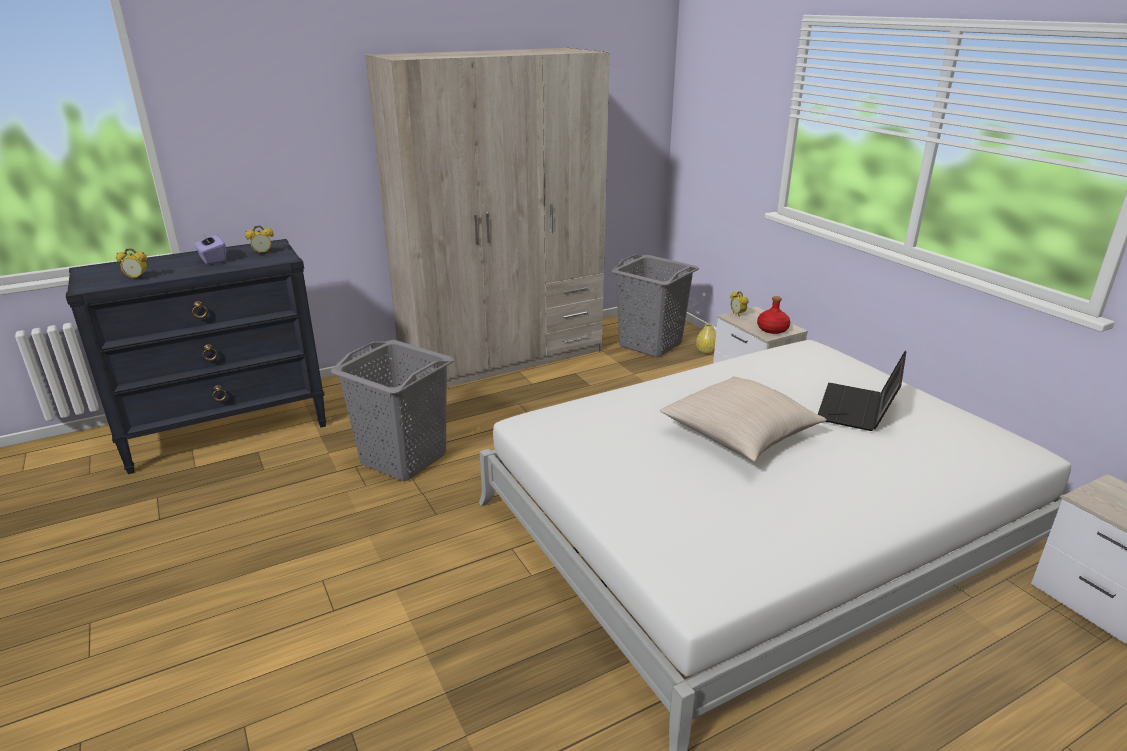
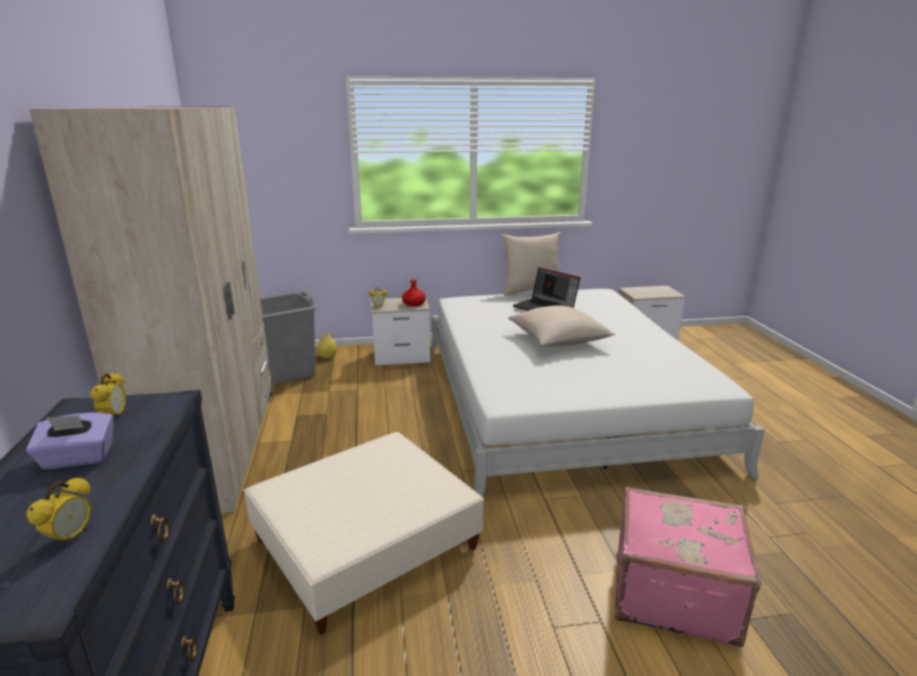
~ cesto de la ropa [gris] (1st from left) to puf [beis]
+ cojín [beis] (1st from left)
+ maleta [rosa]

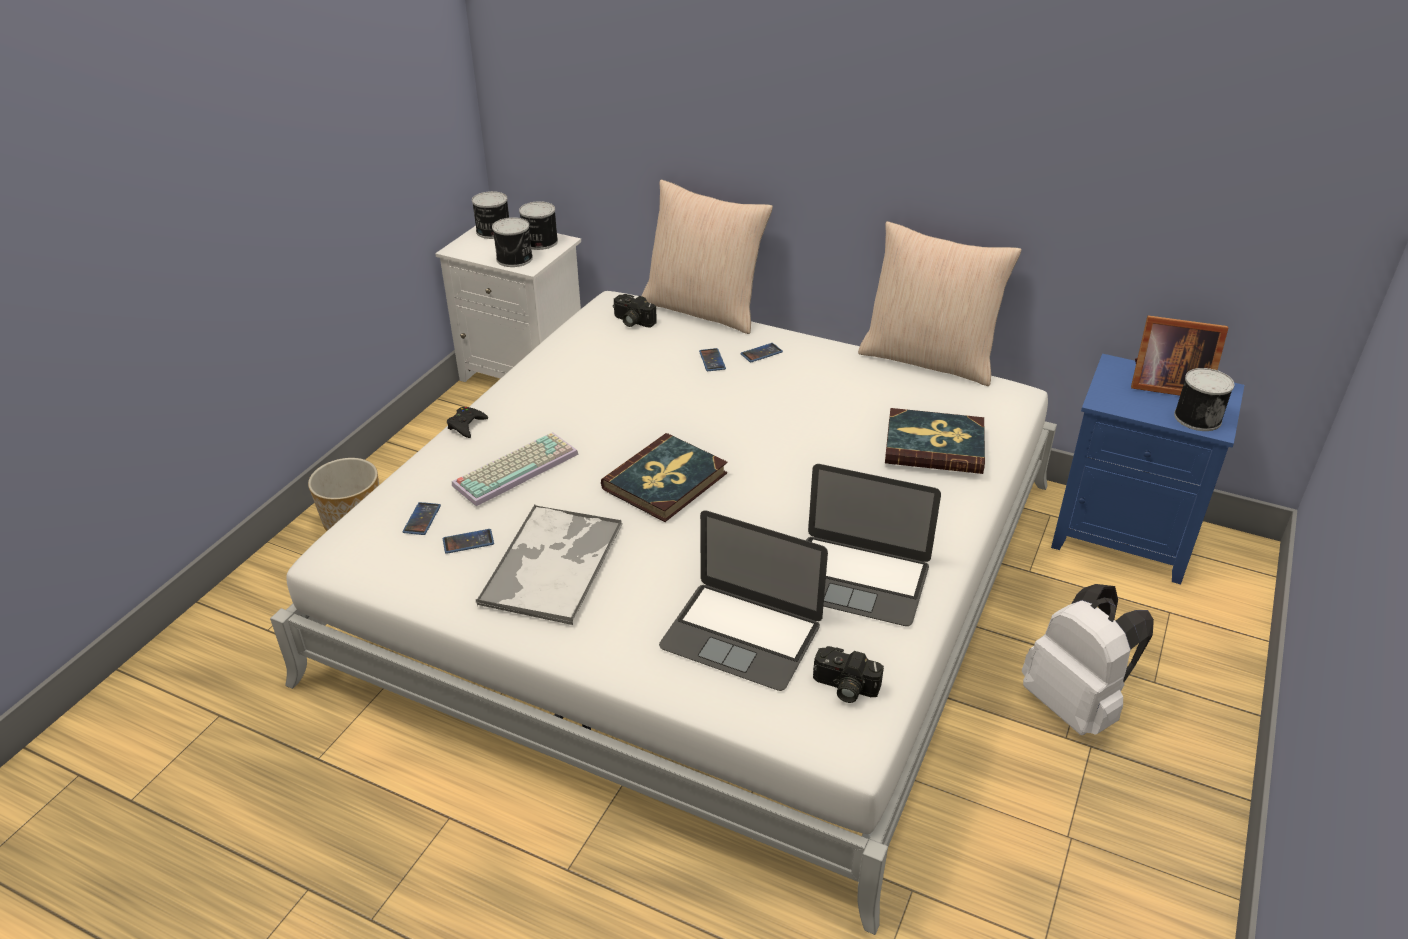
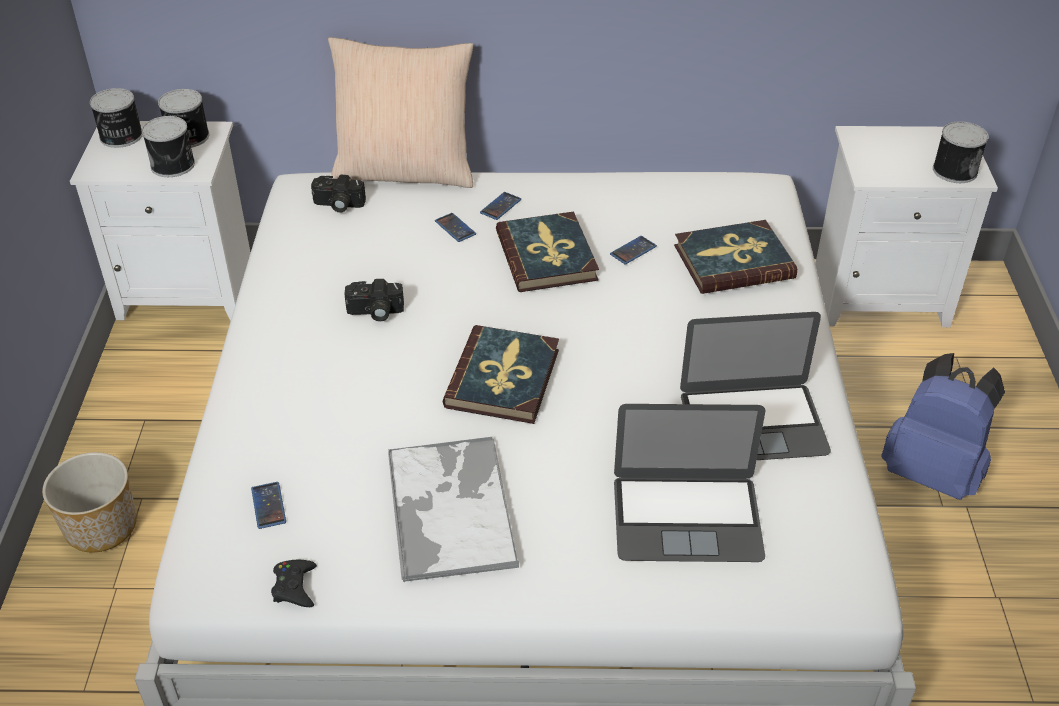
~ mando de consola [negro]
~ cámara (2nd from left)
+ libro (2nd from left)
~ móvil (2nd from left in the first image) to móvil (4th from left)
~ mesita de noche [azul] to mesita de noche [blanco] (2nd from left)
~ mochila [blanco] to mochila [azul]
- teclado
- cojín [beis] (2nd from left)
- portarretratos

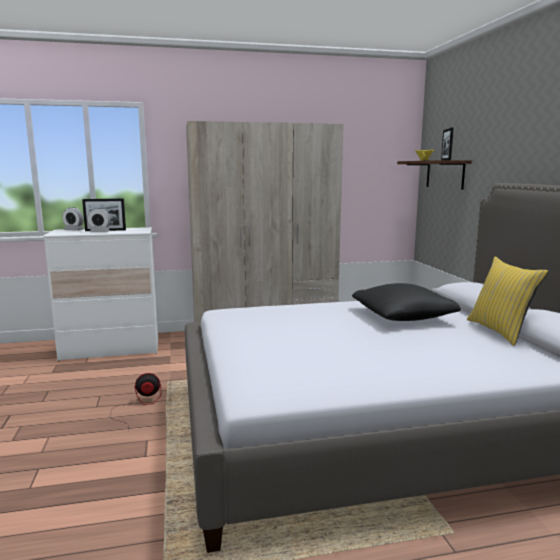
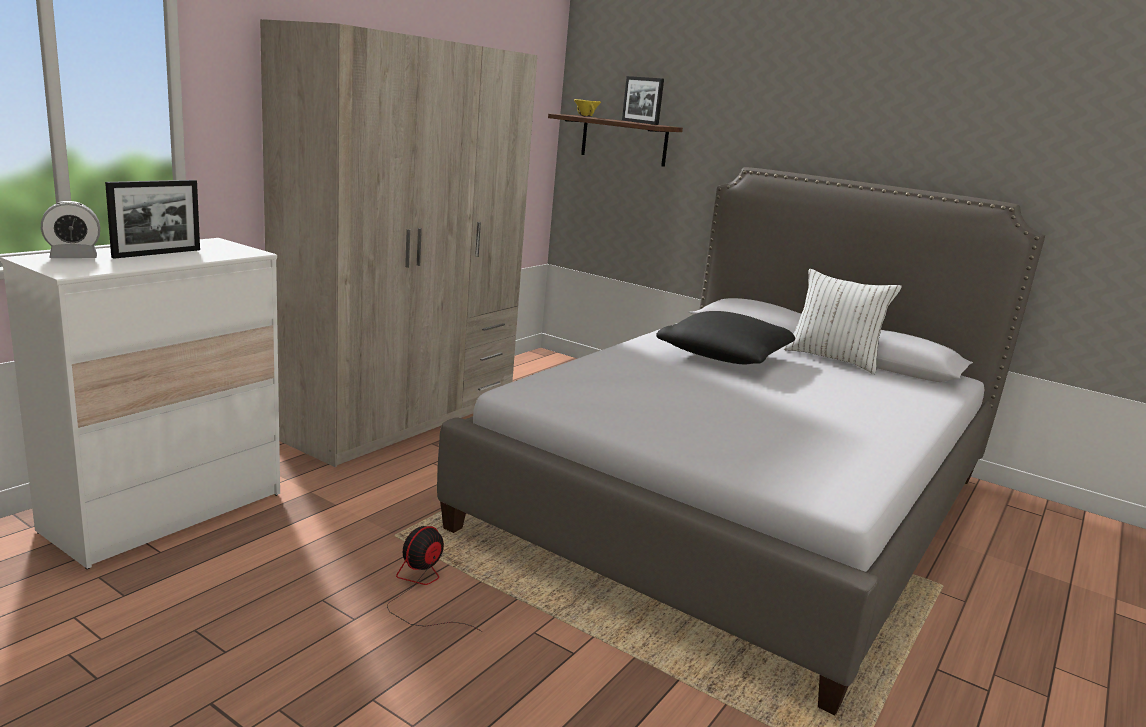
~ cojín [amarillo] to cojín [blanco]
- despertador (2nd from left)

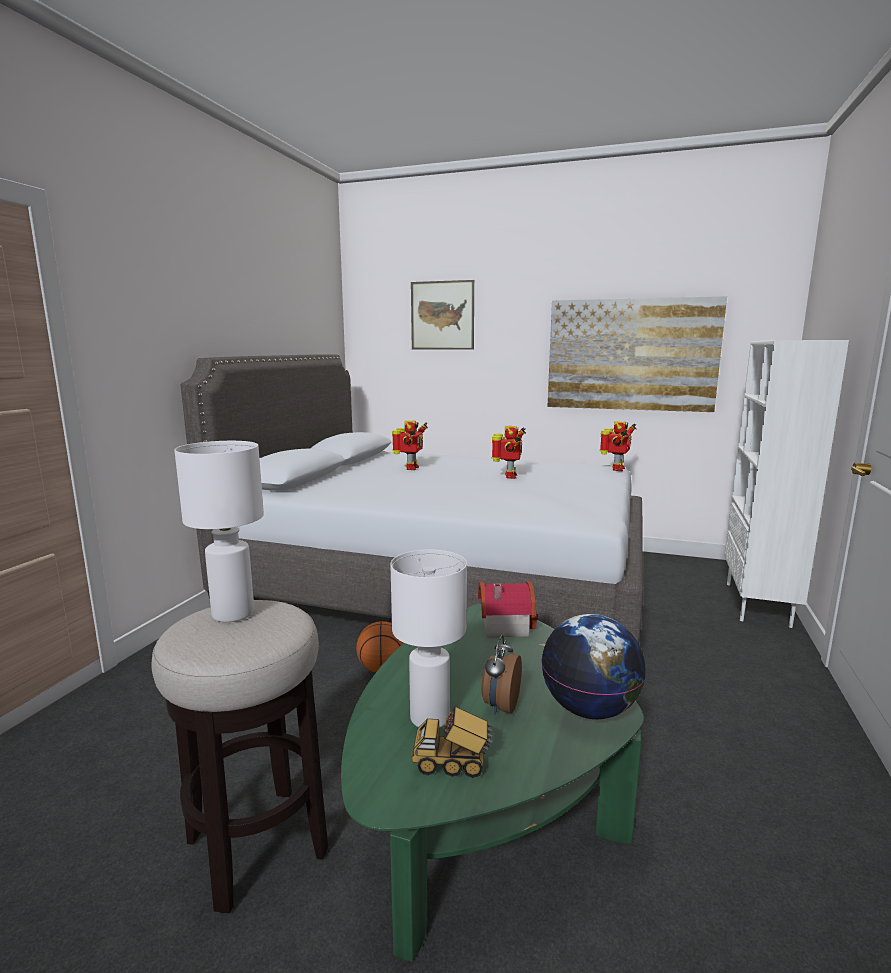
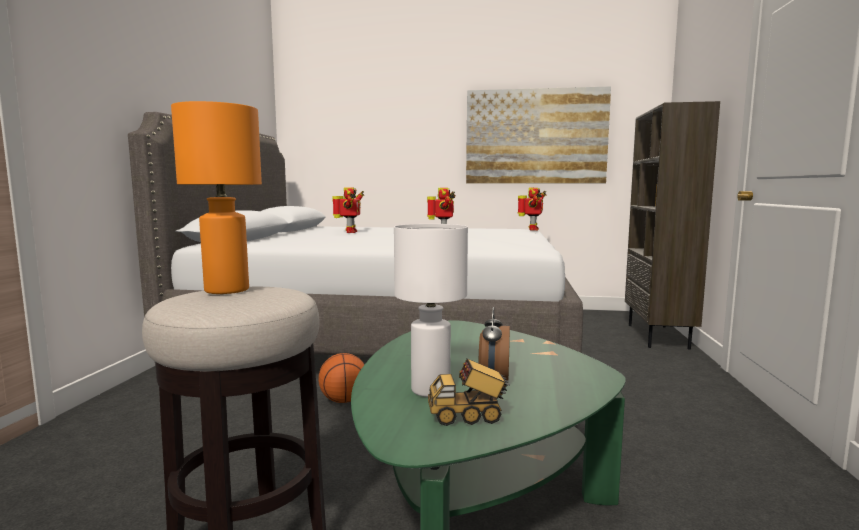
~ lámpara de mesa [blanco] (1st from left) to lámpara de mesa [naranja]
~ estantería [blanco] to estantería [marrón]
- cuadro (1st from left)
- casita
- globo terráqueo

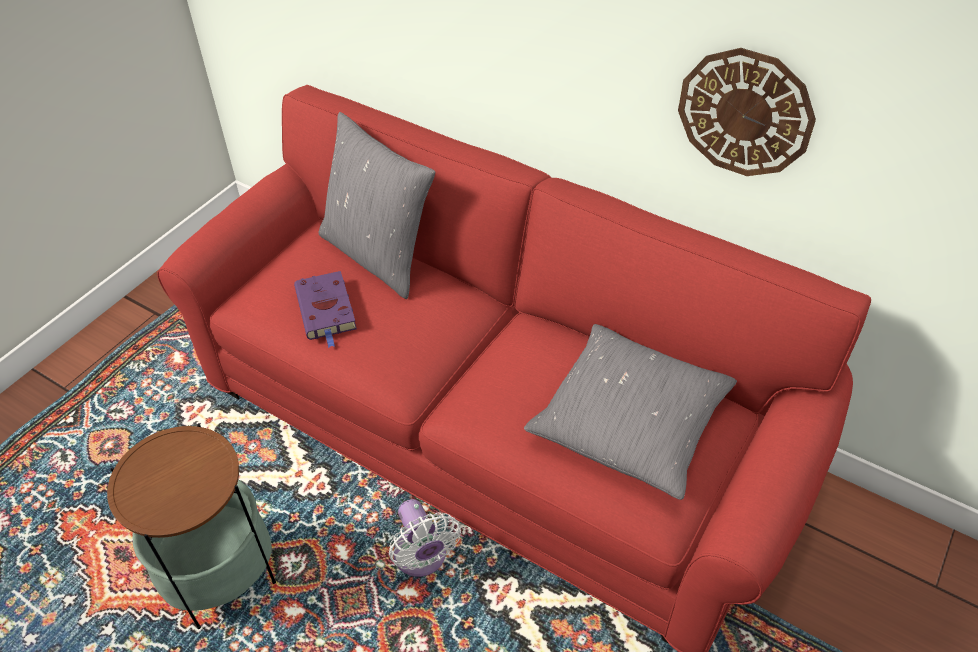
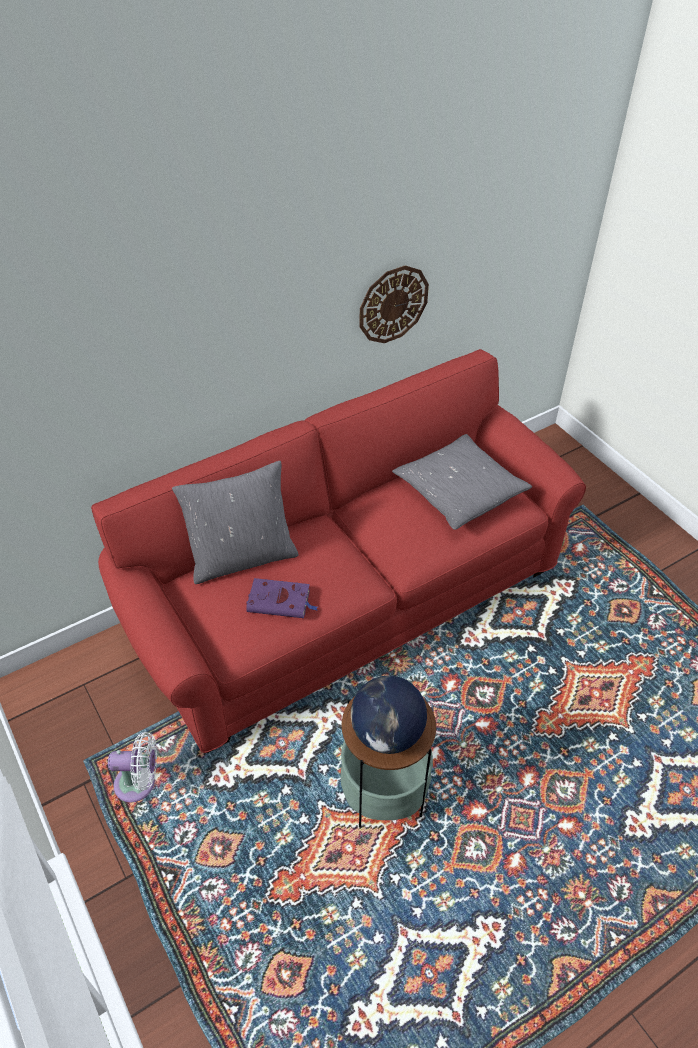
~ ventilador [blanco]
+ globo terráqueo

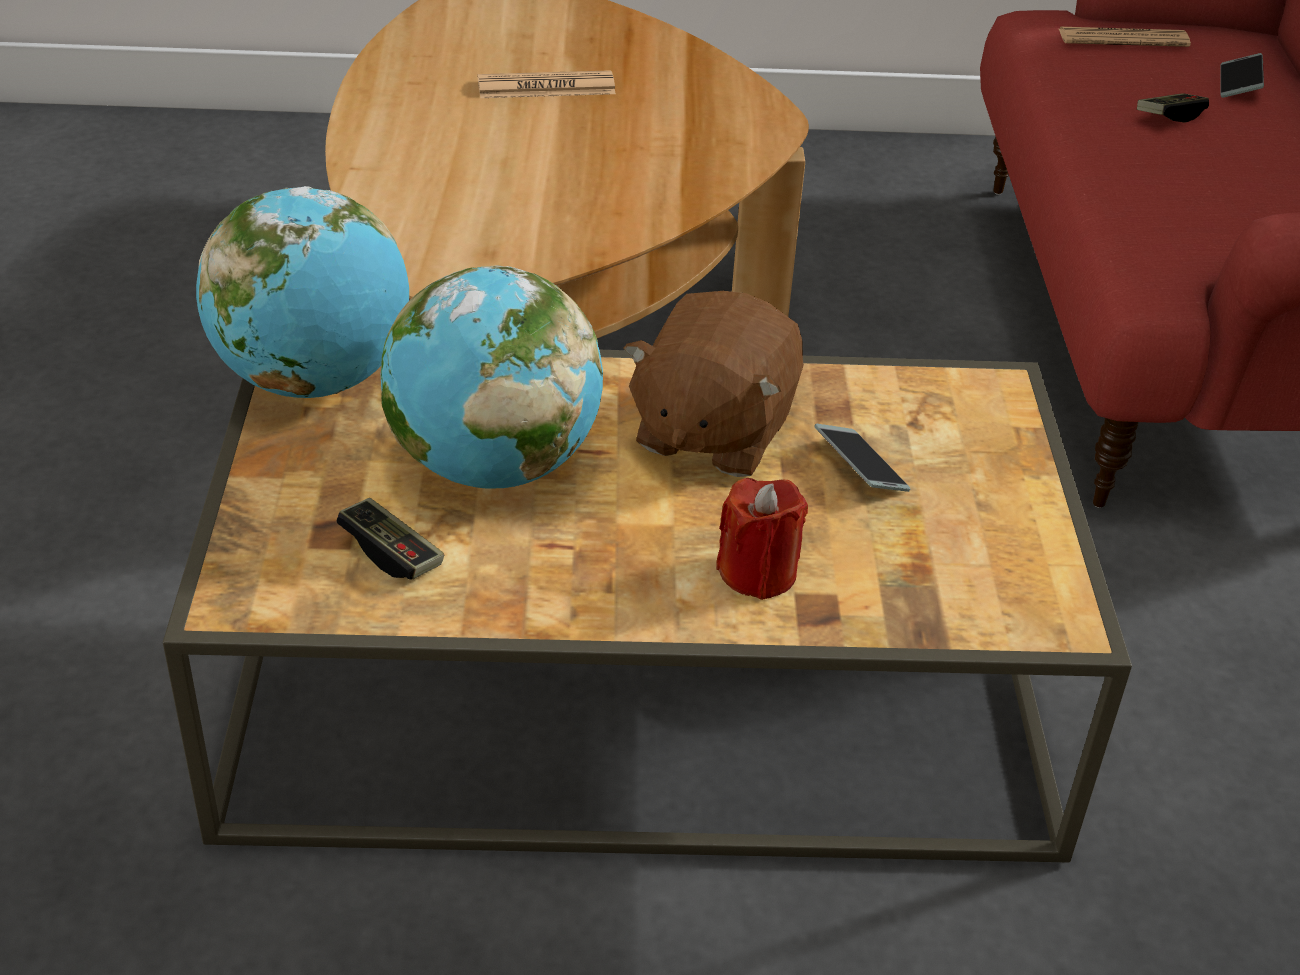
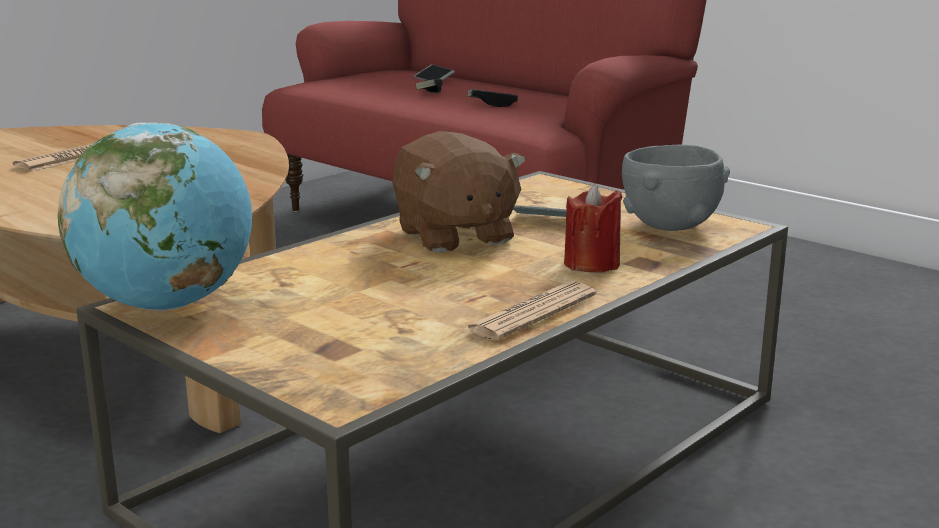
~ periódico (2nd from left)
~ mando de consola (1st from left in the first image) to mando de consola (2nd from left)
+ cuenco [gris]
- globo terráqueo (2nd from left)

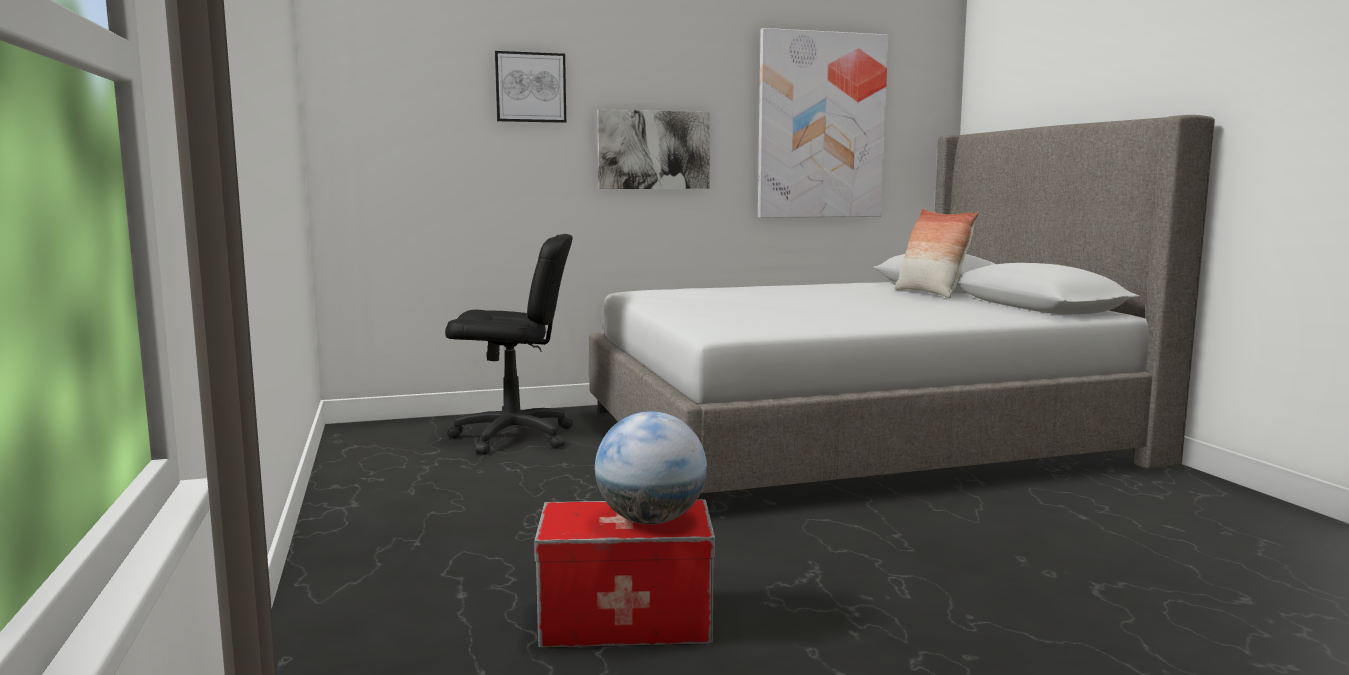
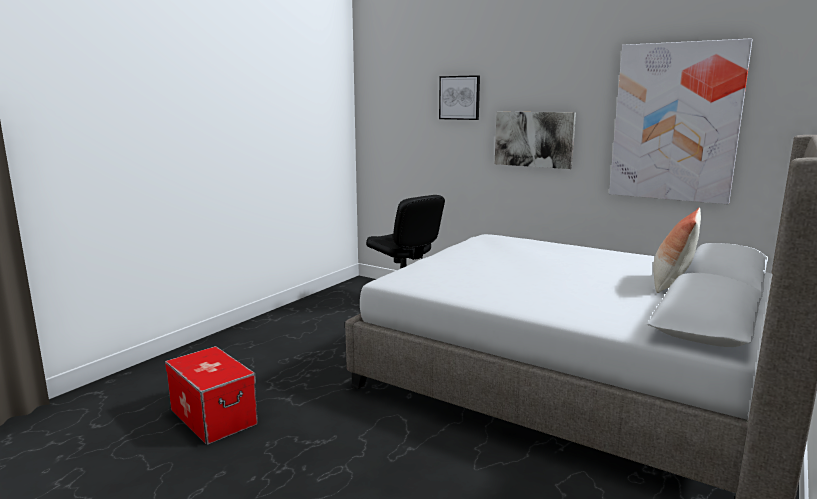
- globo terráqueo

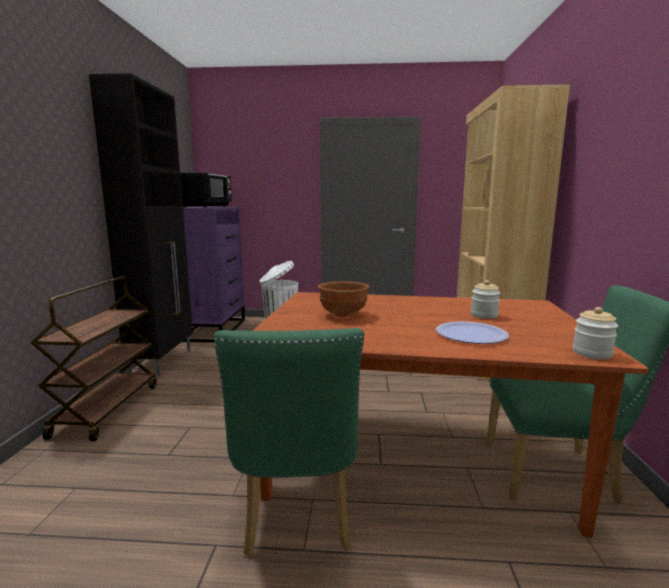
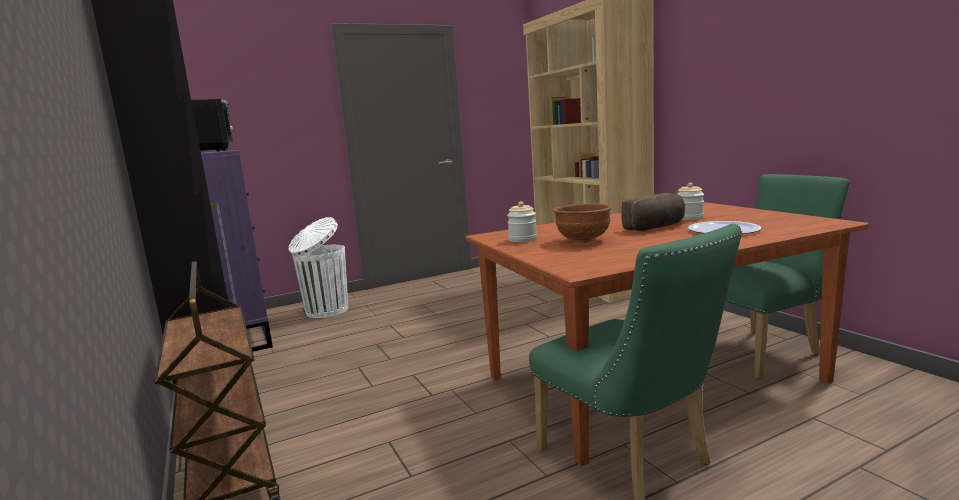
~ tarro (2nd from left in the first image) to tarro (1st from left)
+ pan

